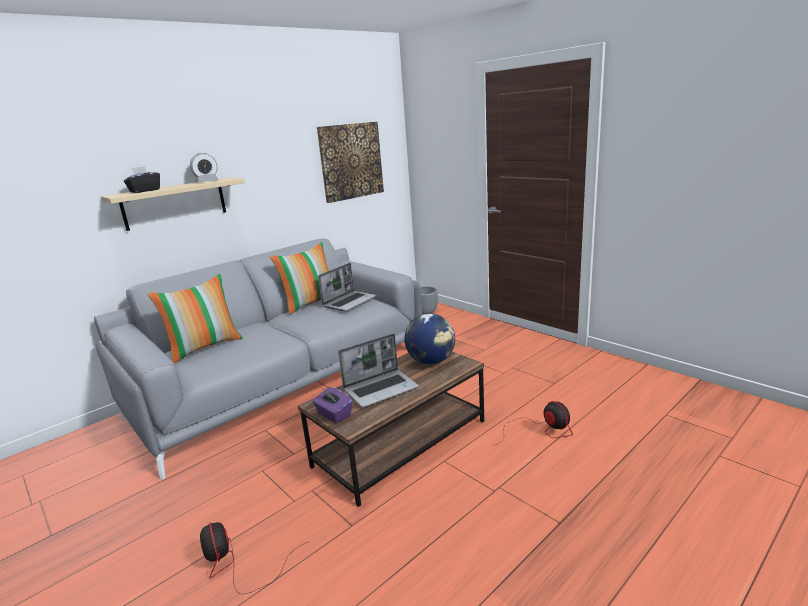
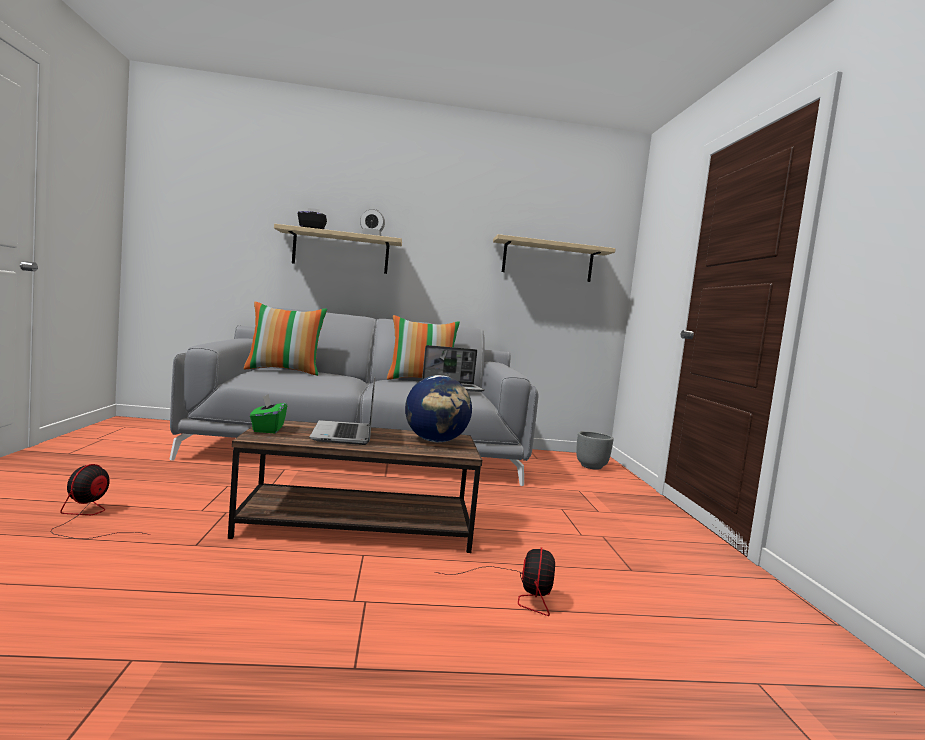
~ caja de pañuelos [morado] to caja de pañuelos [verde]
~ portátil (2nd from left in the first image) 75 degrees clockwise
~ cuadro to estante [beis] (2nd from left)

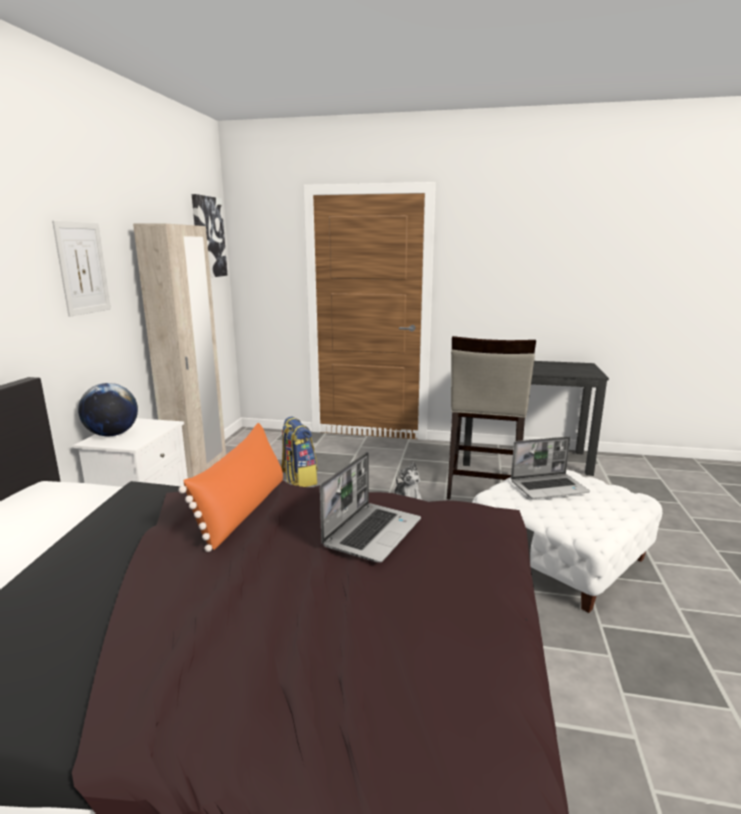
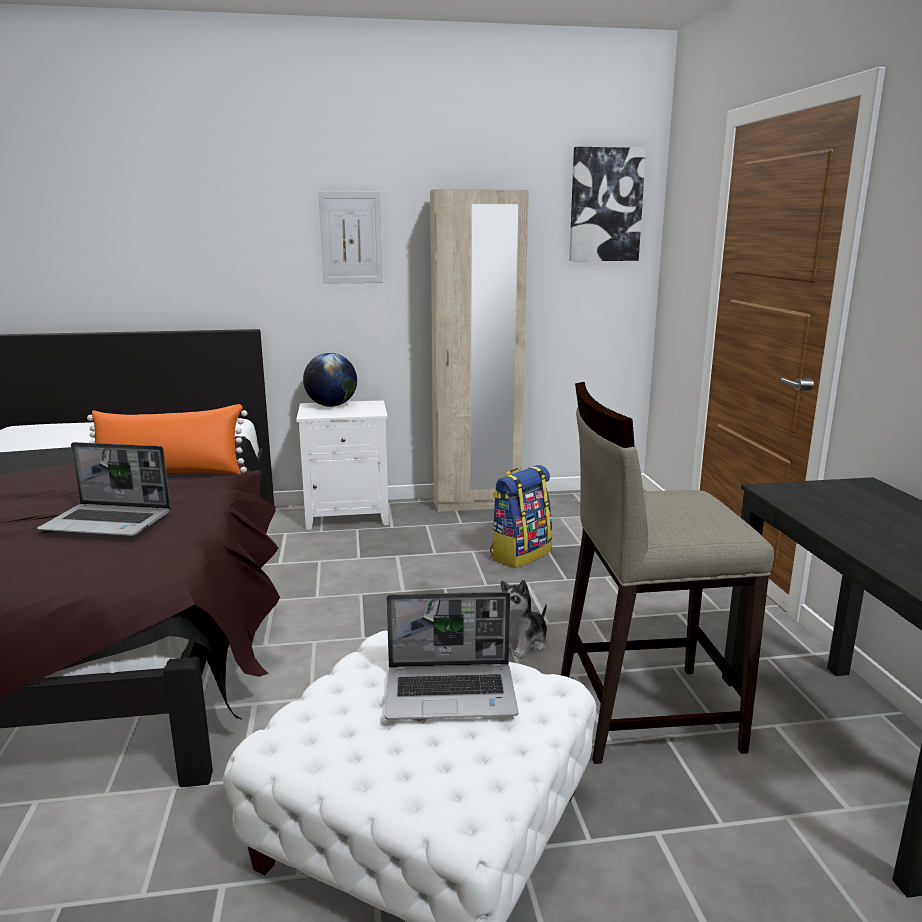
~ portátil (2nd from left) 60 degrees counterclockwise

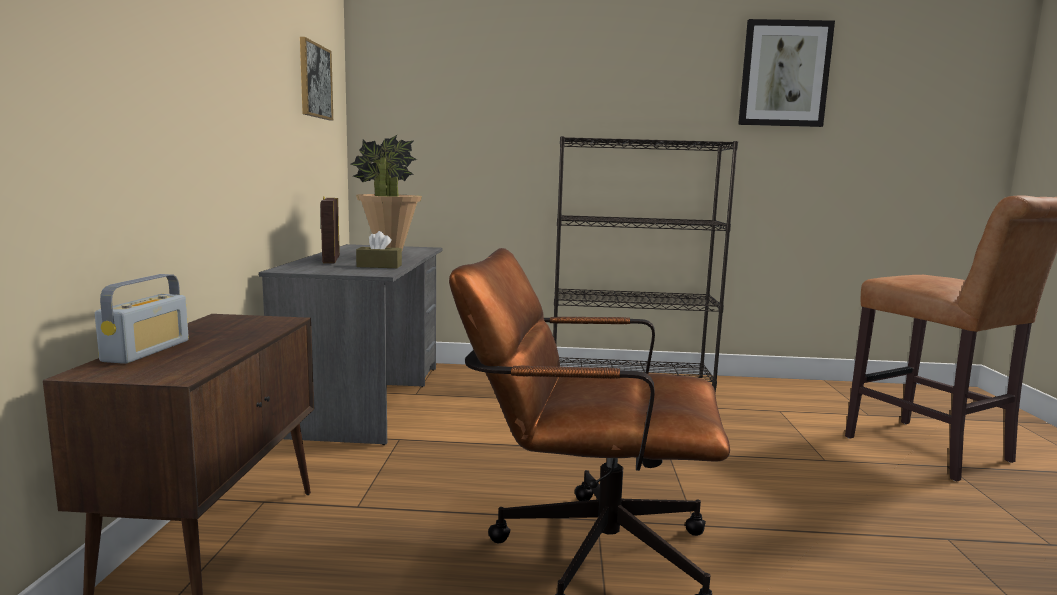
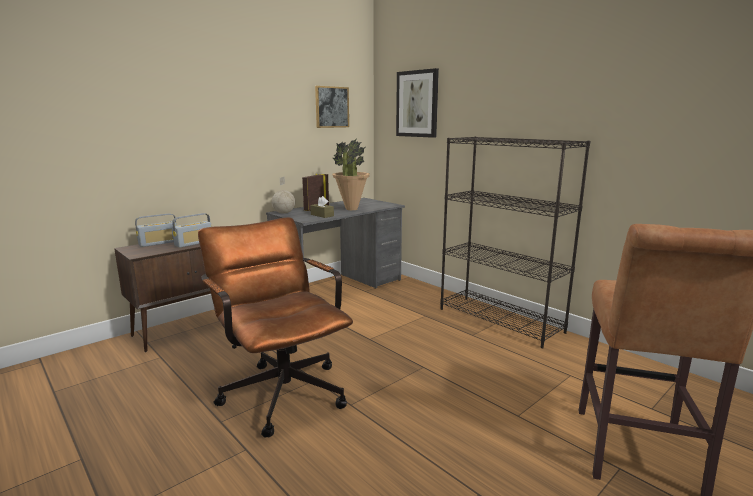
+ radio (2nd from left)
+ globo terráqueo
~ cuadro (2nd from left)

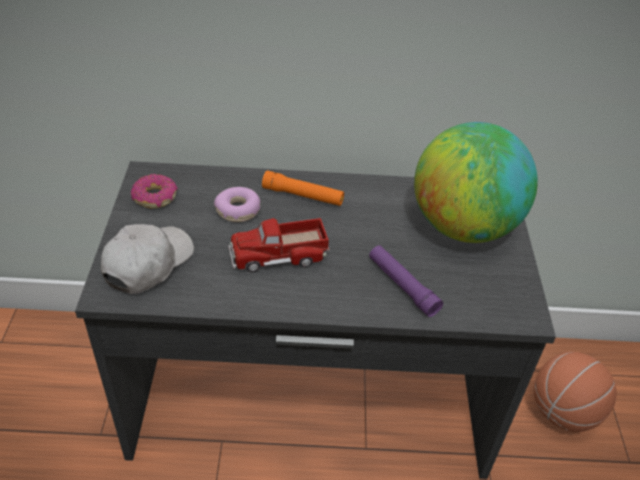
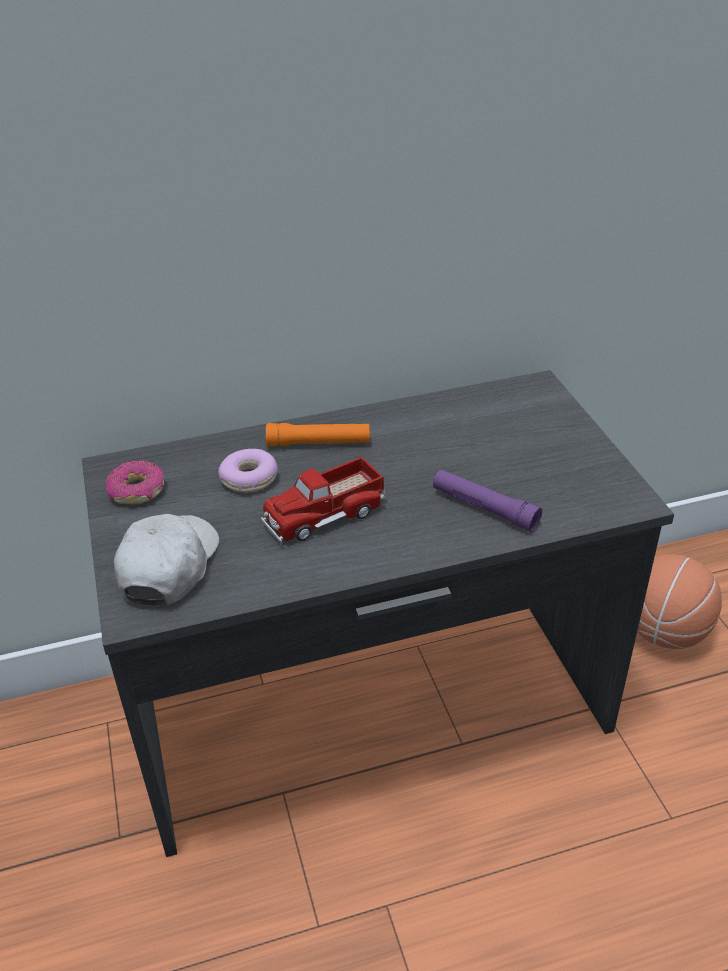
- globo terráqueo

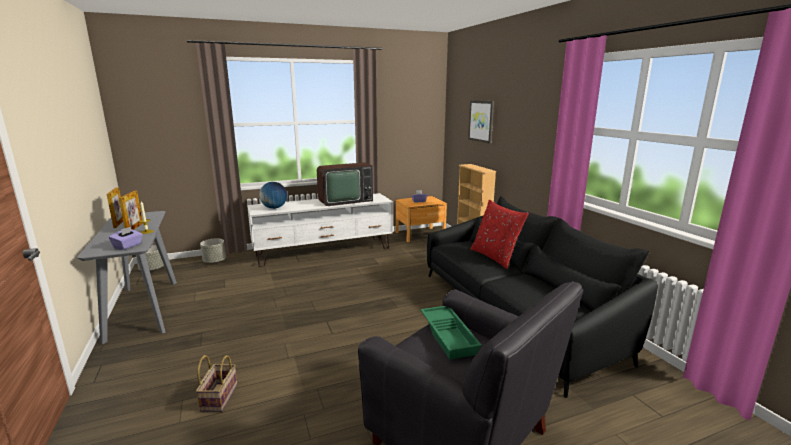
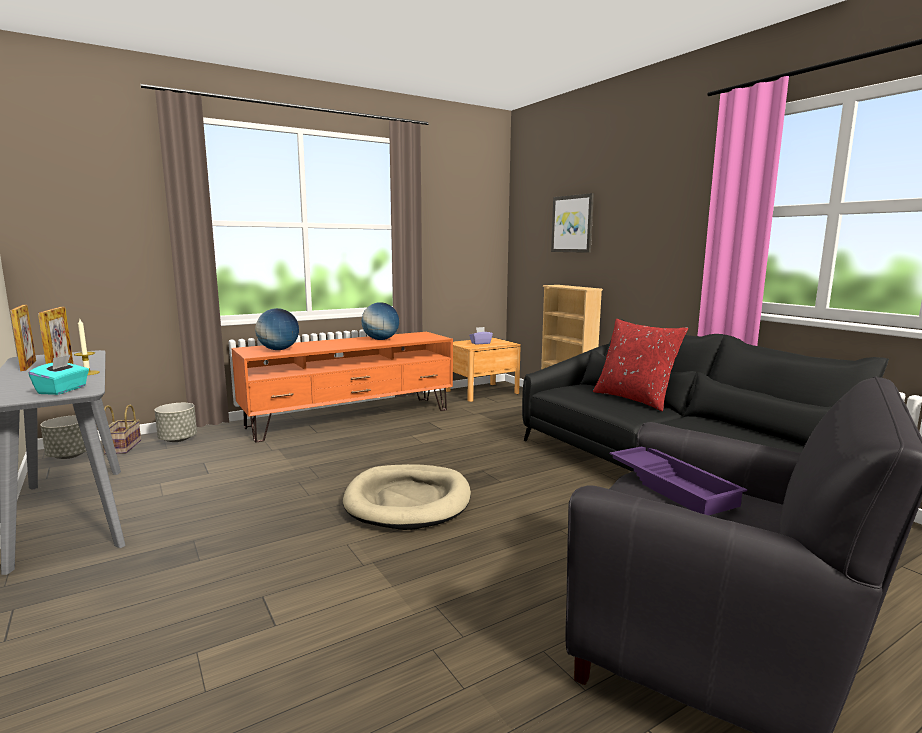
~ caja de pañuelos [morado] (1st from left) to caja de pañuelos [turquesa]
~ cesta
~ mueble de televisión [blanco] to mueble de televisión [naranja]
+ cama para perro [beis]
~ televisor to globo terráqueo (2nd from left)
~ bandeja [verde] to bandeja [morado]

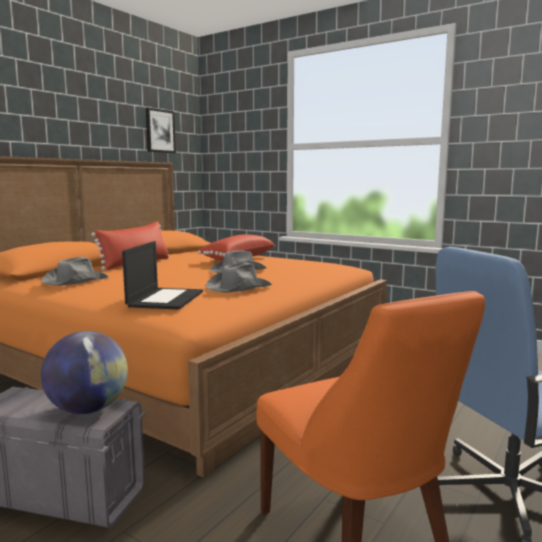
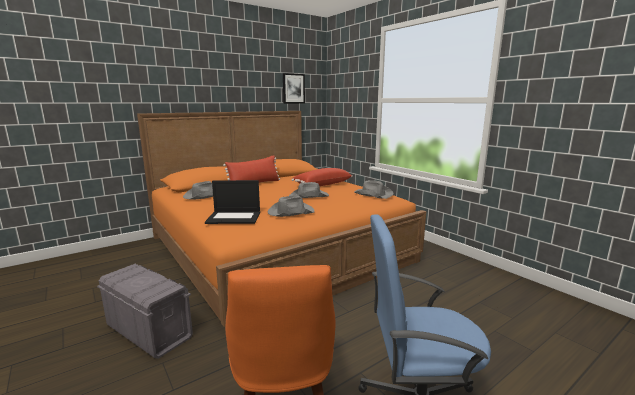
~ portátil 60 degrees clockwise
+ sombrero [gris] (4th from left)
- globo terráqueo

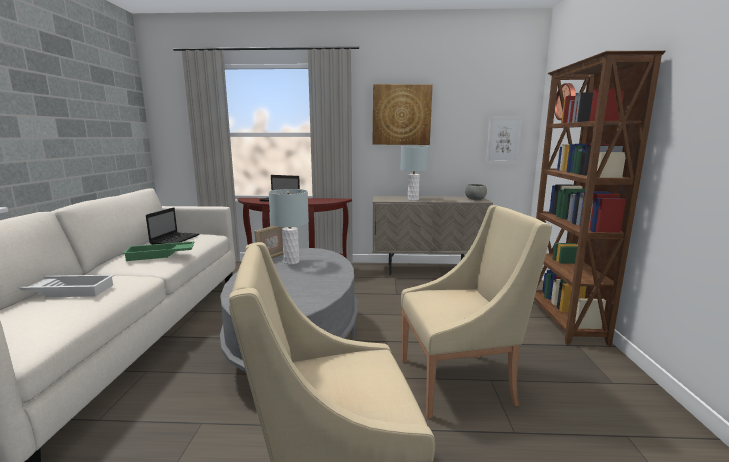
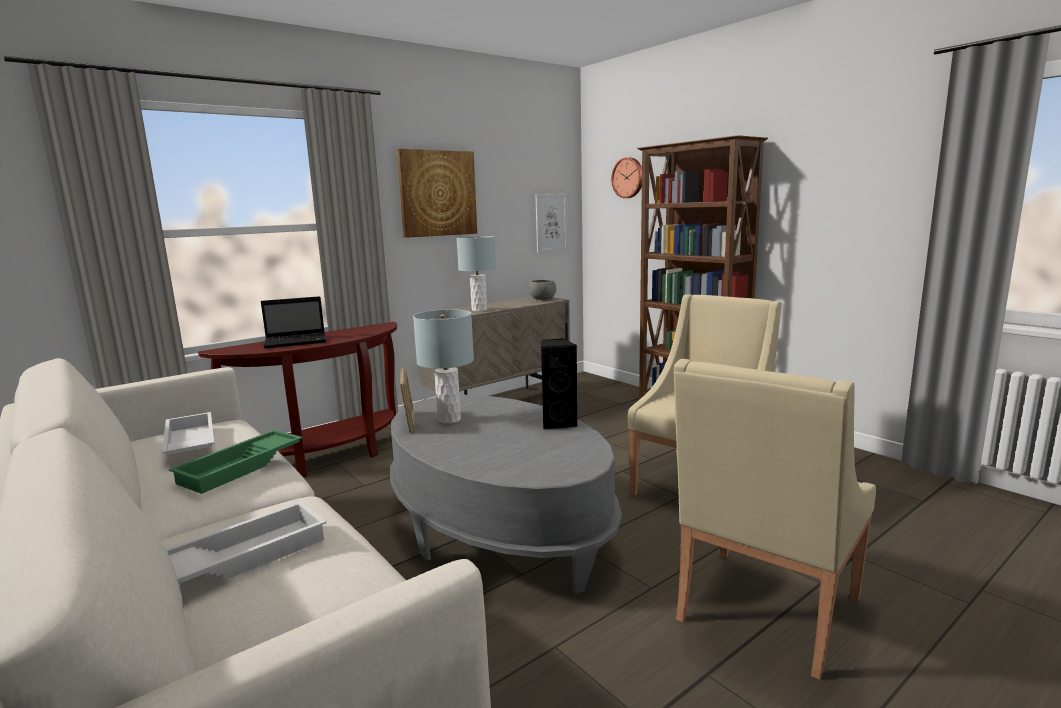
~ portátil (1st from left) to bandeja [blanco] (1st from left)
+ altavoz [negro]

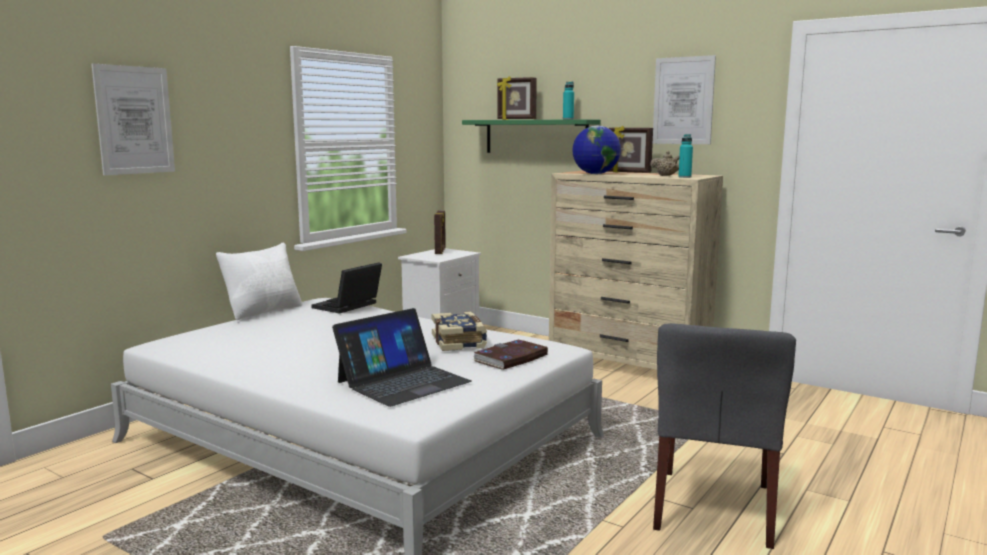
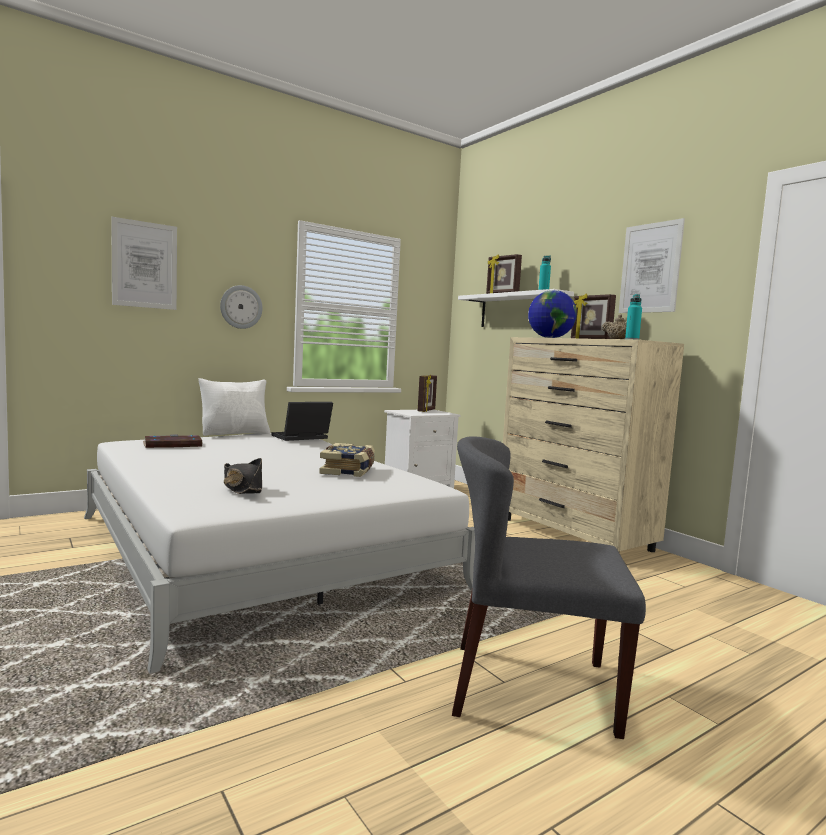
~ libro (2nd from left in the first image) to libro (1st from left)
+ reloj de pared
~ portátil (2nd from left) to sombrero [negro]
~ silla [gris] 60 degrees clockwise
~ estante [verde] to estante [blanco]

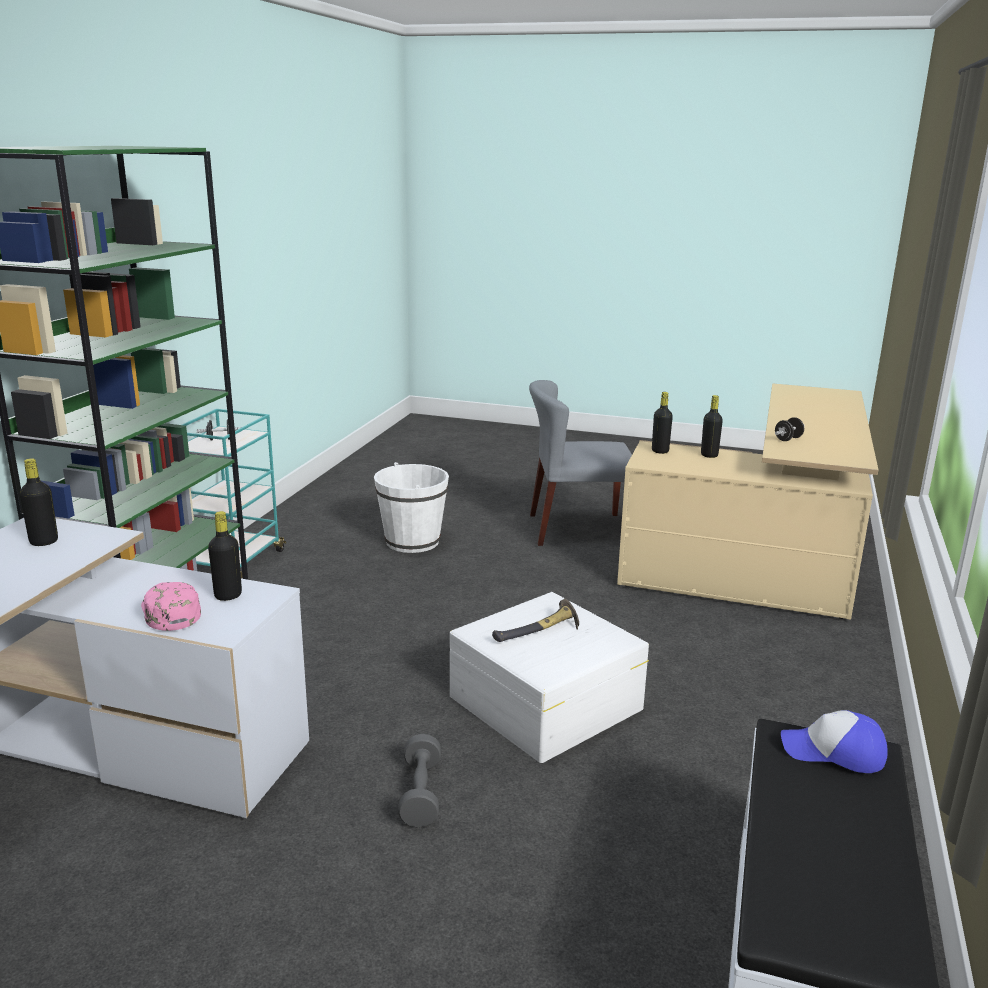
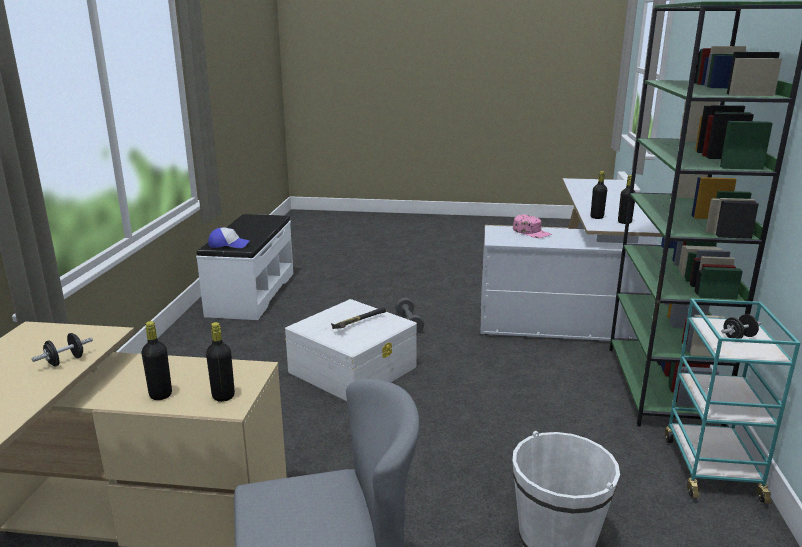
~ botella [negro] (2nd from left in the first image) to botella [negro] (3rd from left)

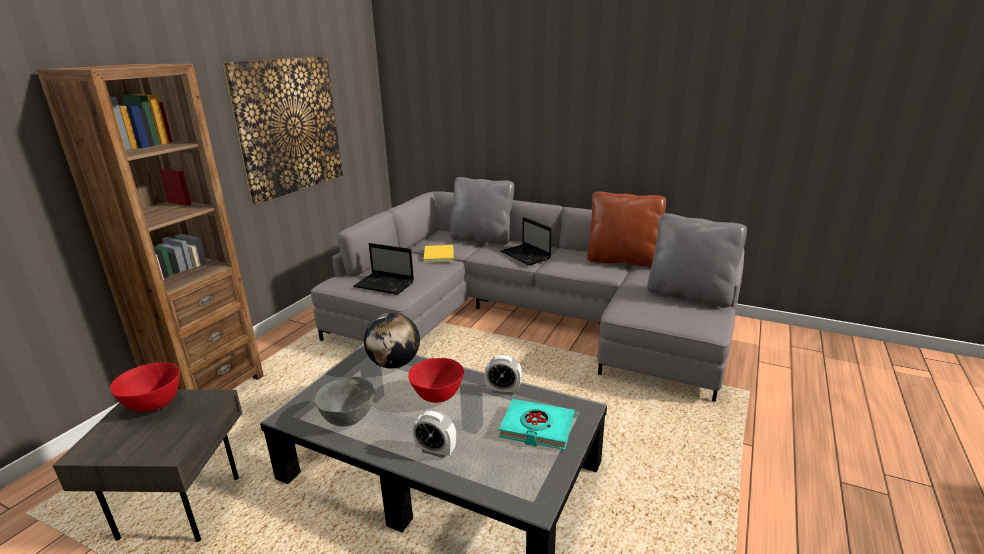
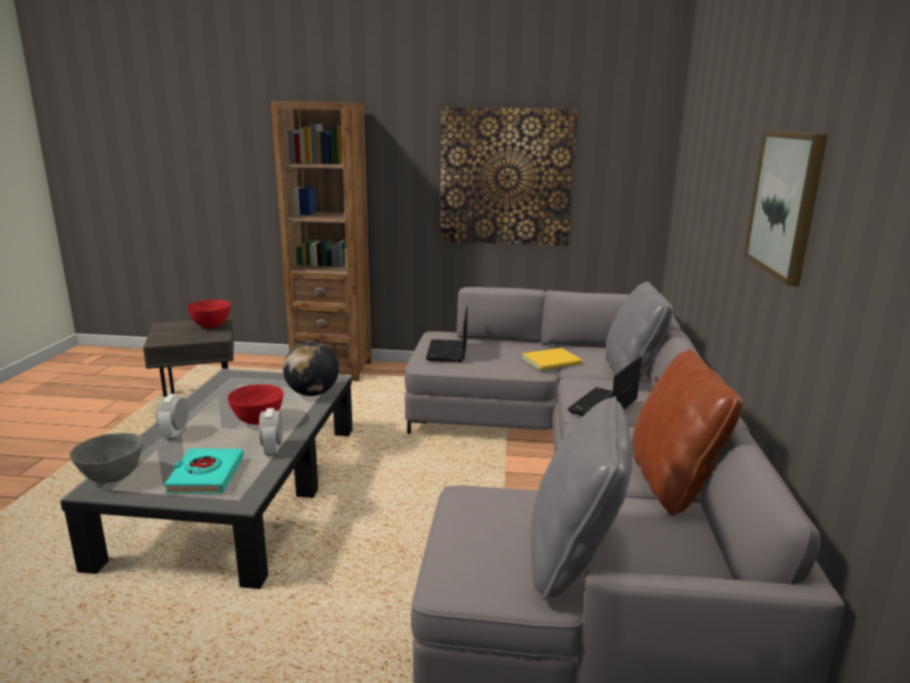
~ cuenco [gris]
+ cuadro (2nd from left)

